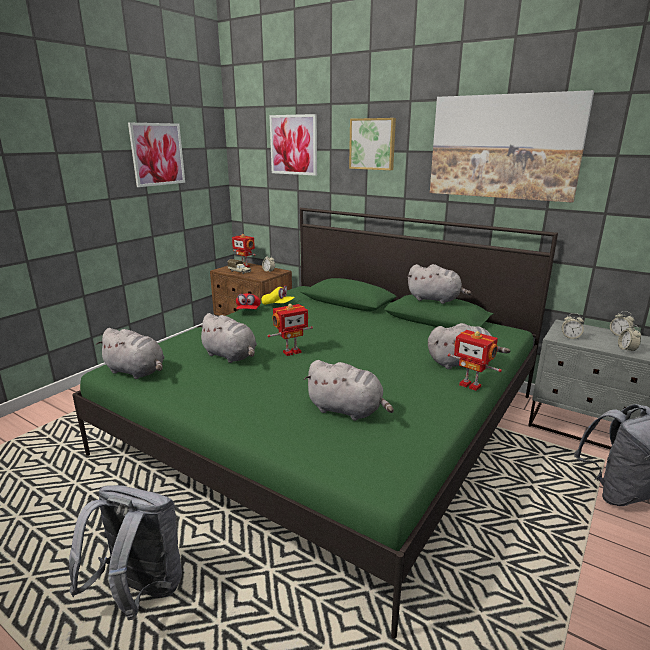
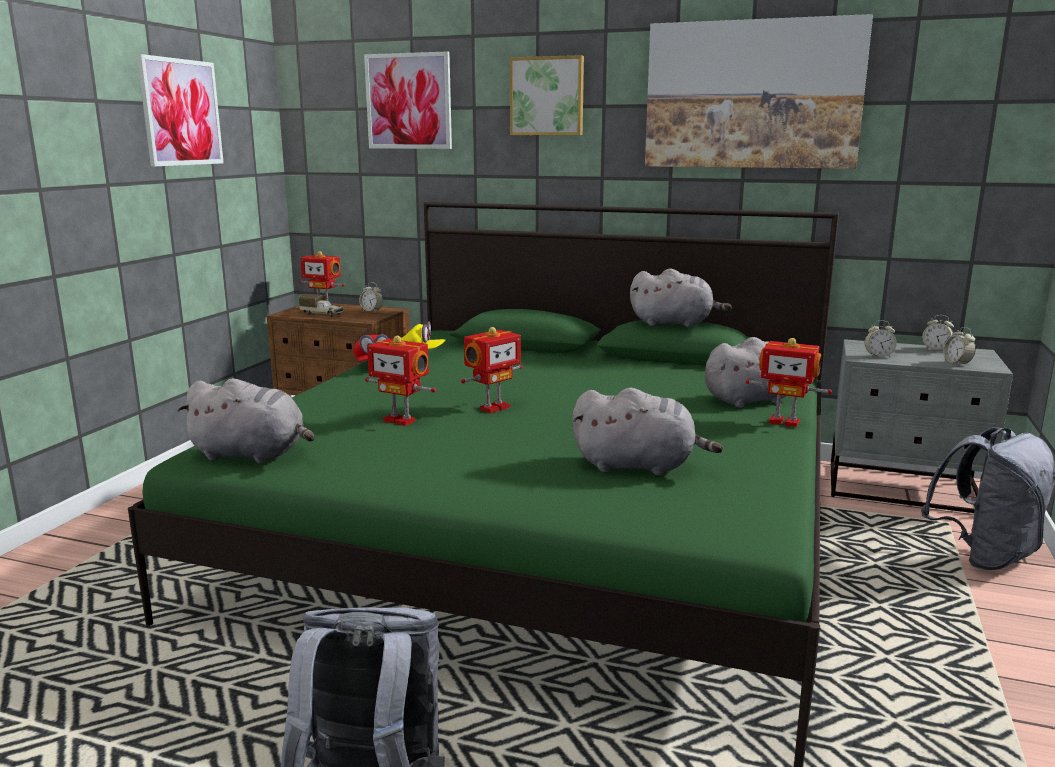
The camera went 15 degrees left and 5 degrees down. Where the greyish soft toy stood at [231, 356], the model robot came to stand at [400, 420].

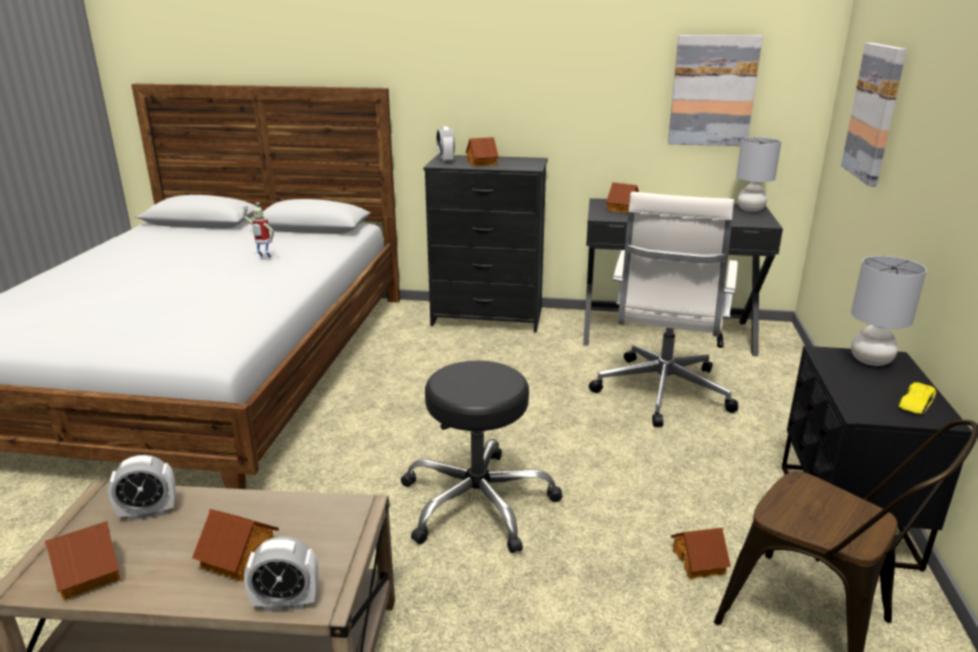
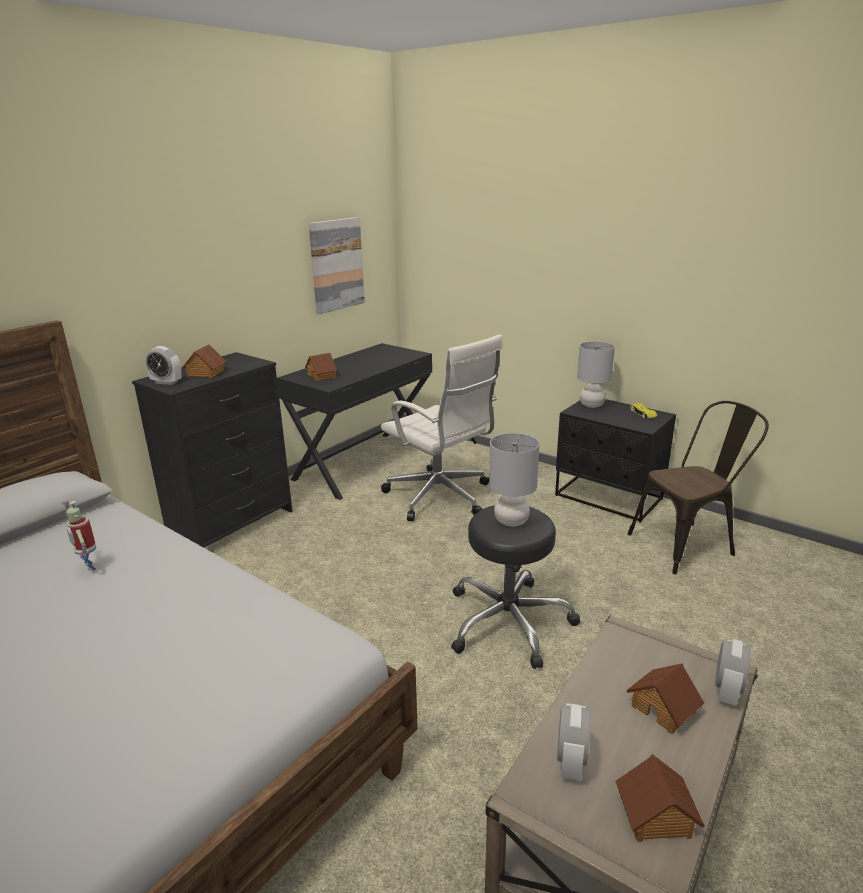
The camera went 60 degrees left and 0 degrees up. The second view lost the wall picture at [874, 113]. The greyish tabletop lamp ended up elsewhere, having gone from [750, 210] to [511, 521]. The model robot at [264, 259] ended up facing another way, 90 degrees clockwise from before. The second view lost the miniature house at [699, 561].

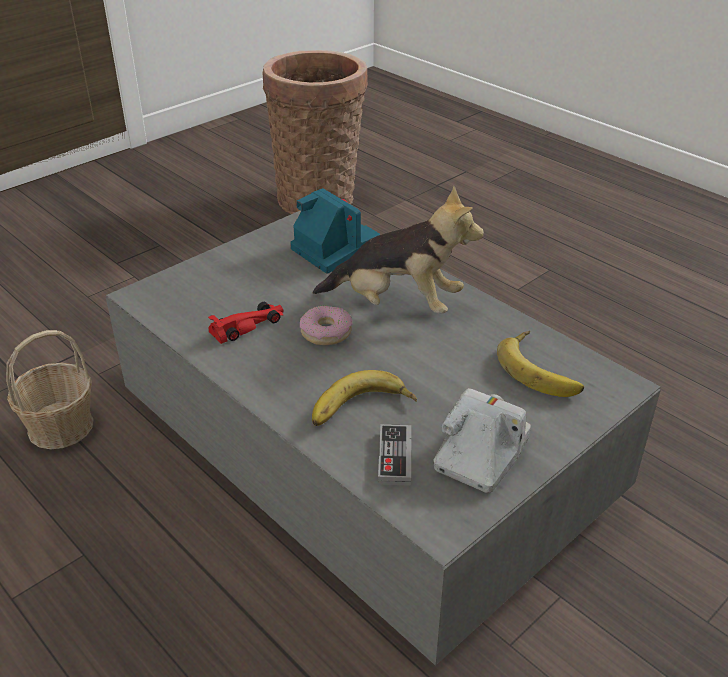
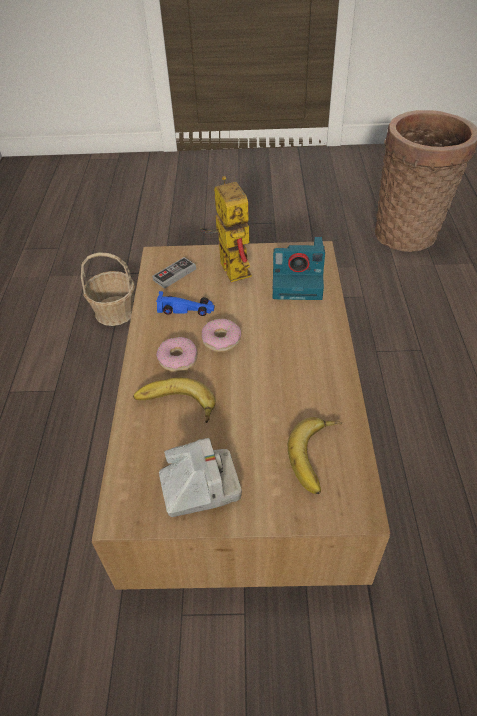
The camera went 45 degrees right and 10 degrees up. The second view lost the soft toy at [397, 304]. The still camera at [333, 249] ended up facing another way, 90 degrees clockwise from before. What was the greyish lounge table at [362, 448] turned into the brownish lounge table at [241, 427]. What was the red toy car at [248, 325] turned into the blue toy car at [186, 309]. The joypad ended up elsewhere, having gone from [394, 457] to [174, 274]. The second view gained the model robot at [229, 266]. The second view gained the ring doughnut at [178, 359].

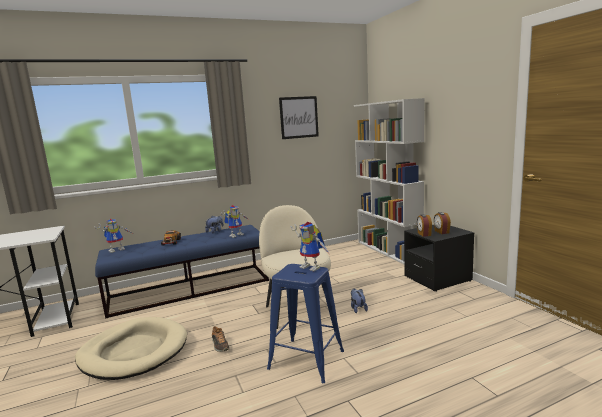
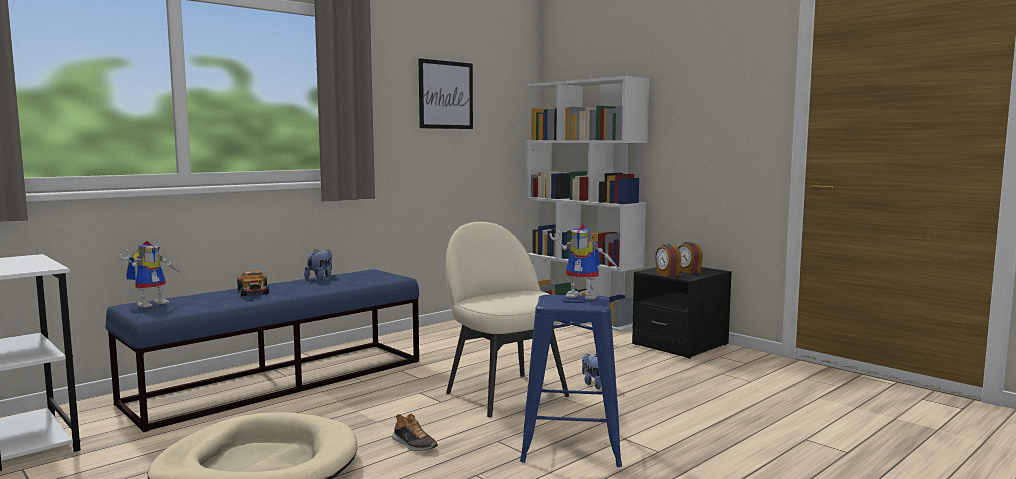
The camera went 20 degrees left and 5 degrees down. The second view lost the model robot at [236, 235].

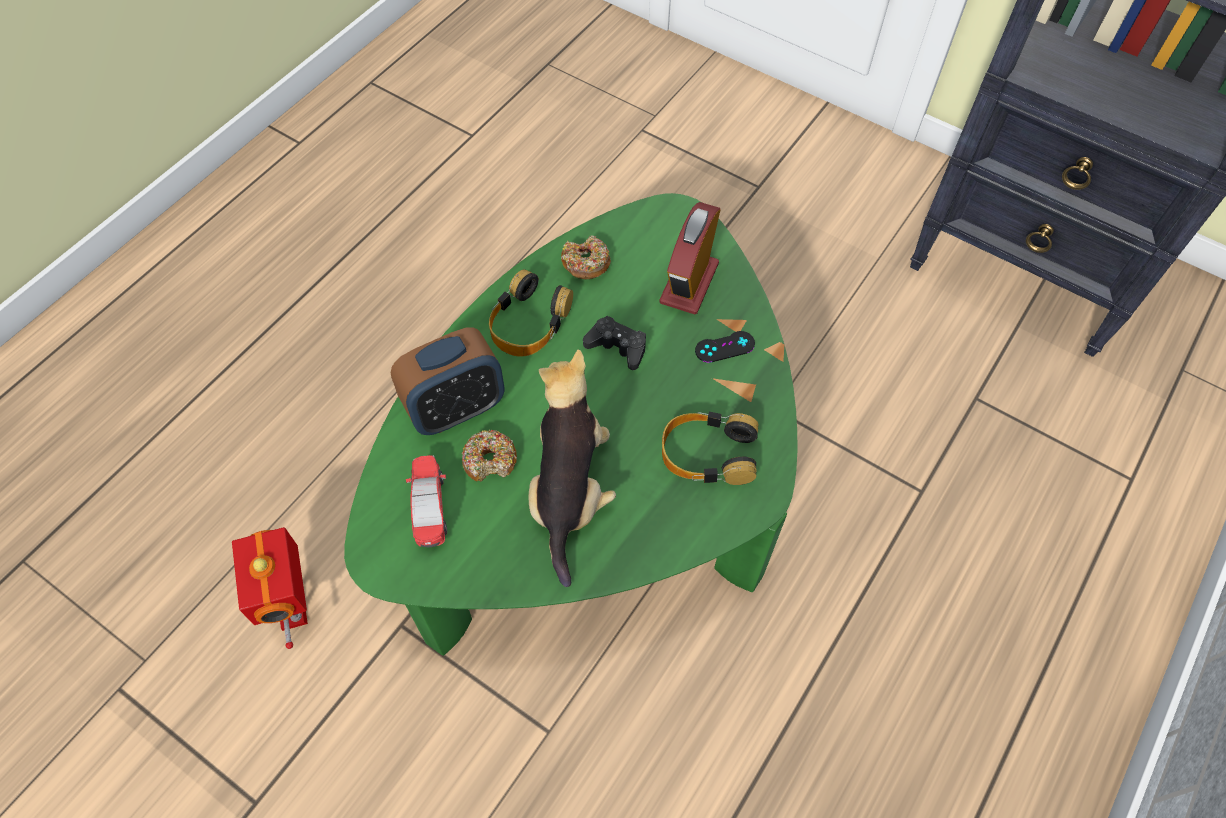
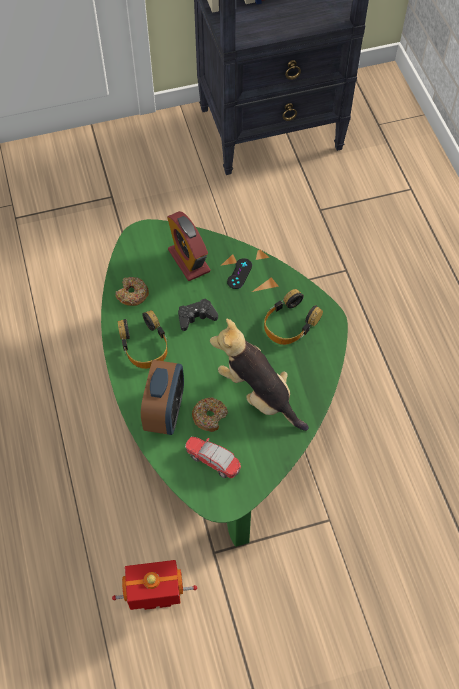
The camera went 50 degrees left and 0 degrees up. The model robot at [295, 608] ended up facing another way, 150 degrees clockwise from before.

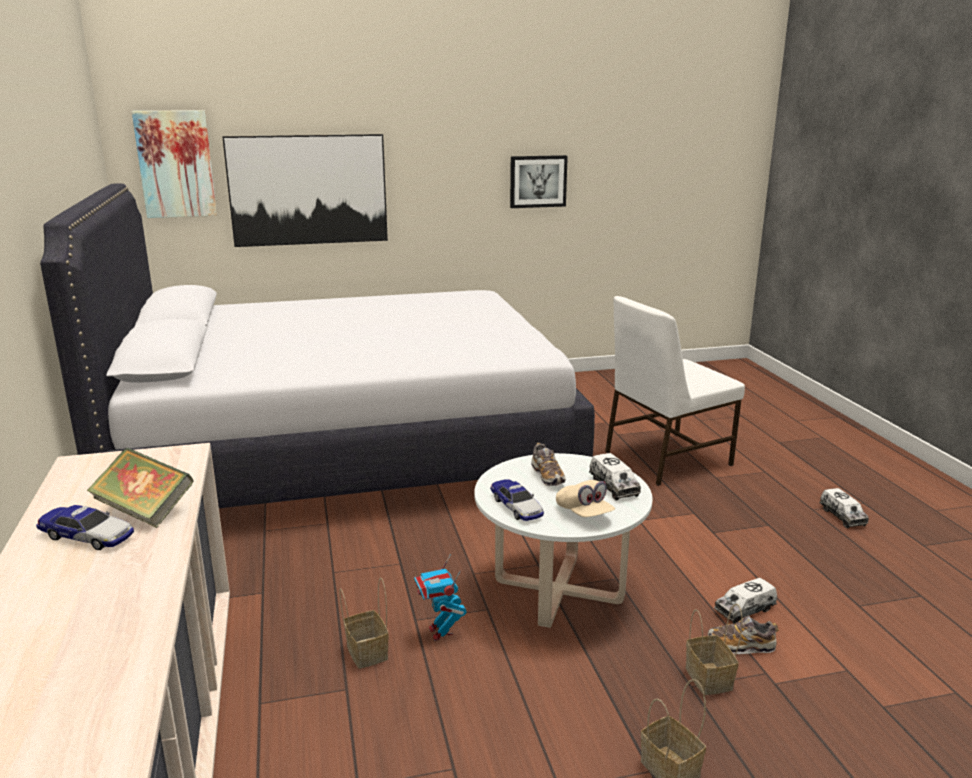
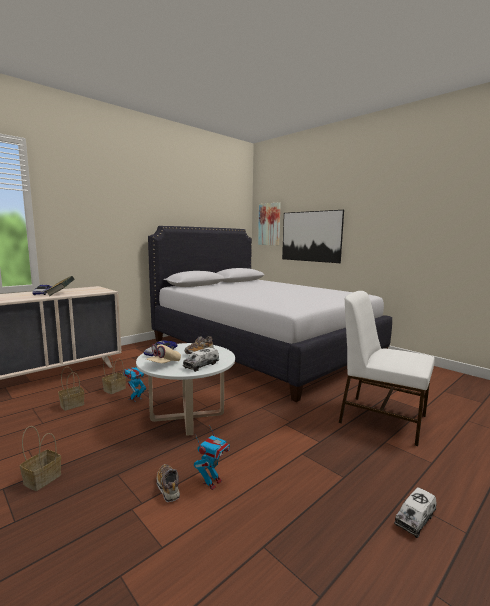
The camera went 60 degrees right and 10 degrees down. The second view lost the wall picture at [538, 181]. Where the toy truck stood at [745, 610], the model robot came to stand at [212, 482]. The basket ended up elsewhere, having gone from [710, 679] to [71, 405].

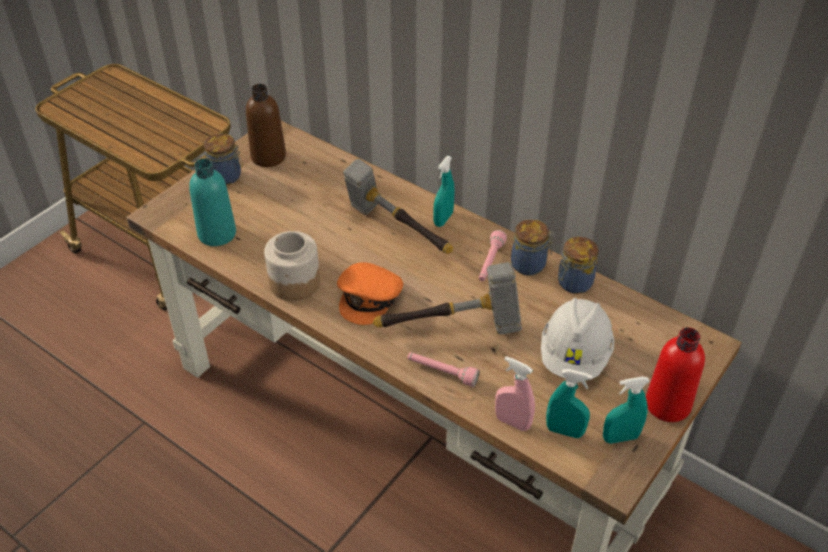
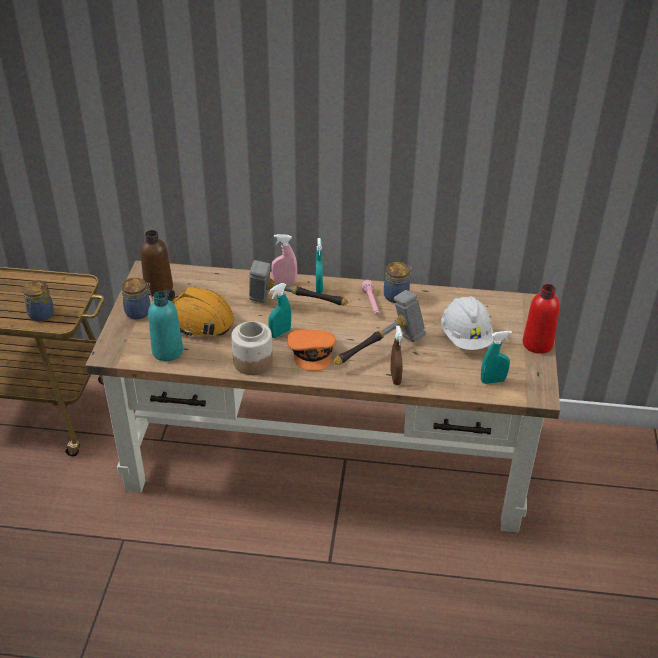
The camera went 30 degrees left and 5 degrees down. The jar ended up elsewhere, having gone from [573, 283] to [40, 315]. Where the pinkish torch stood at [442, 372], the brownish sprayer came to stand at [395, 378]. The pinkish sprayer ended up elsewhere, having gone from [512, 422] to [284, 282]. The blue-green sprayer ended up elsewhere, having gone from [620, 437] to [280, 333]. The second view gained the orange hard hat at [199, 320].

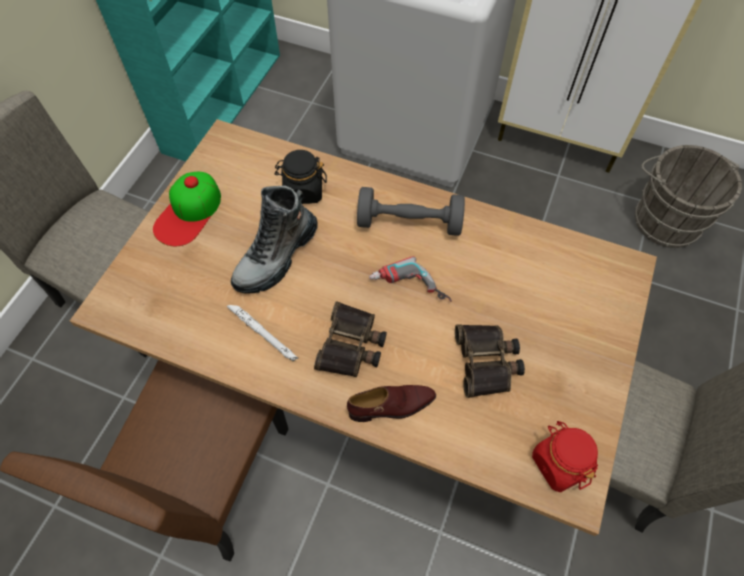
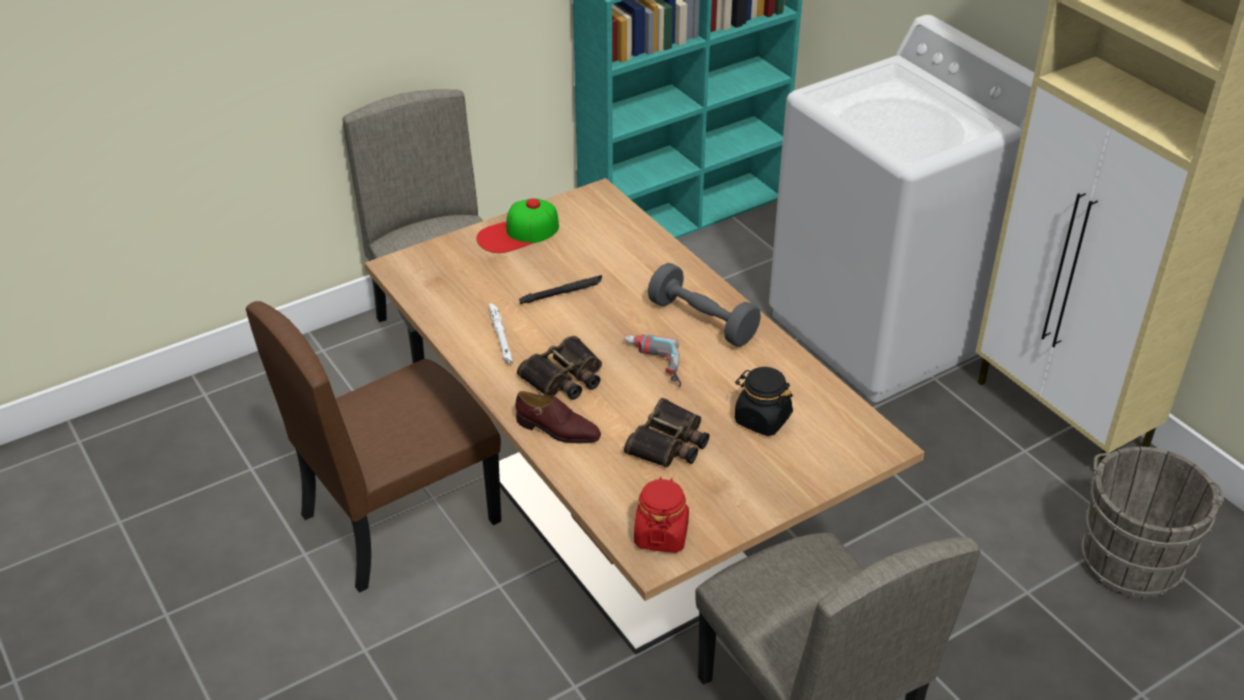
The camera went 35 degrees right and 20 degrees down. The black-coloured jar ended up elsewhere, having gone from [303, 191] to [761, 419]. Where the high-top boot stood at [276, 257], the black-coloured torch came to stand at [561, 293].

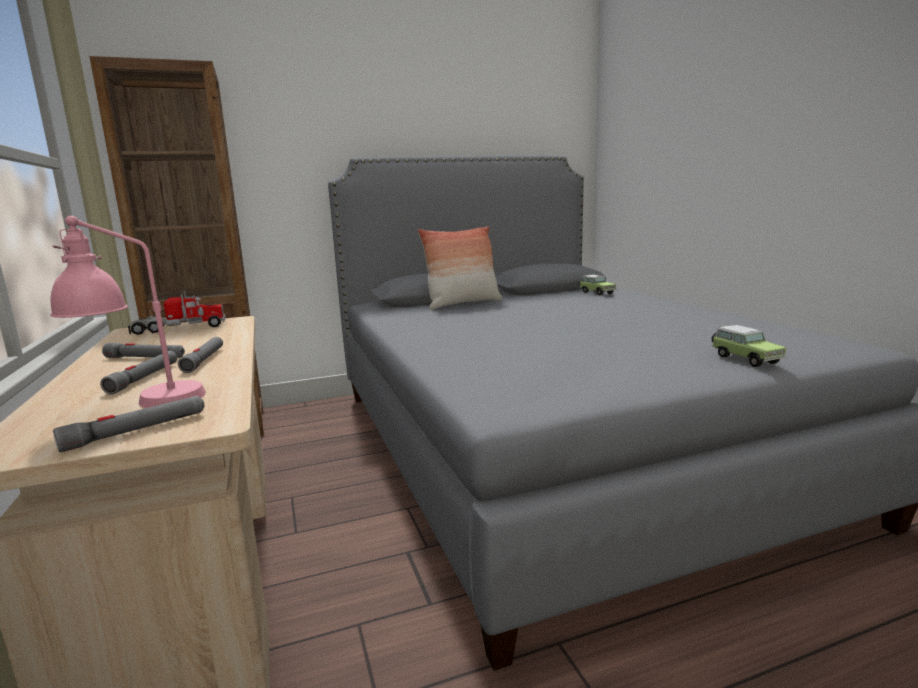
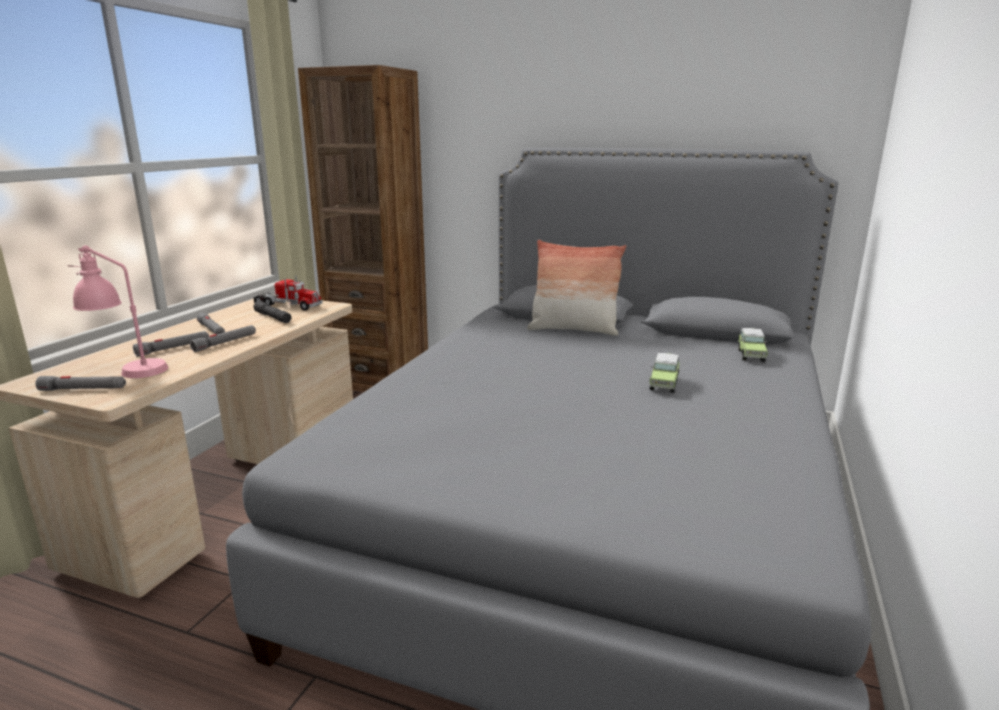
The camera went 40 degrees right and 5 degrees up. The toy car ended up elsewhere, having gone from [744, 359] to [664, 384]. The second view gained the greyish torch at [273, 317].

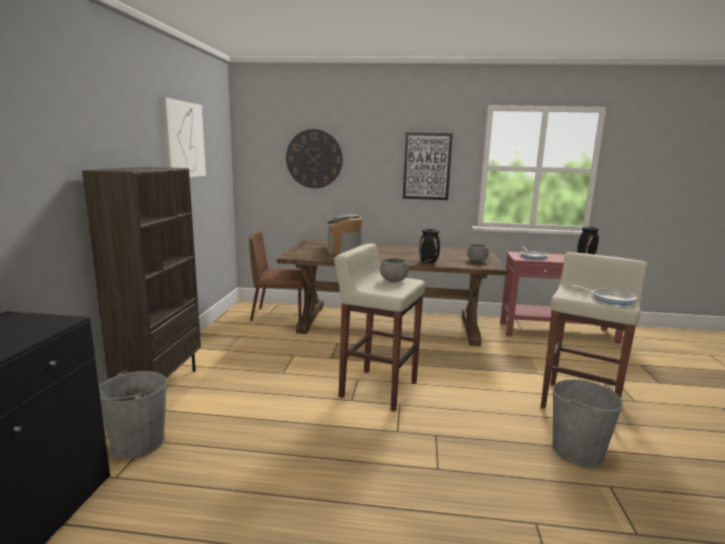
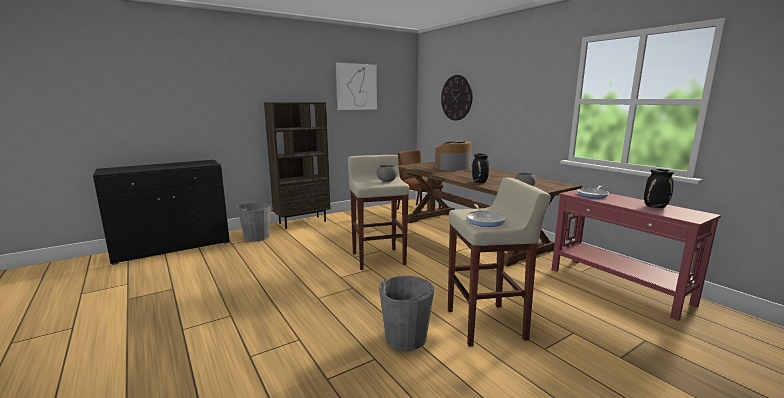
The camera went 50 degrees right and 0 degrees up. The second view lost the wall picture at [427, 166].

